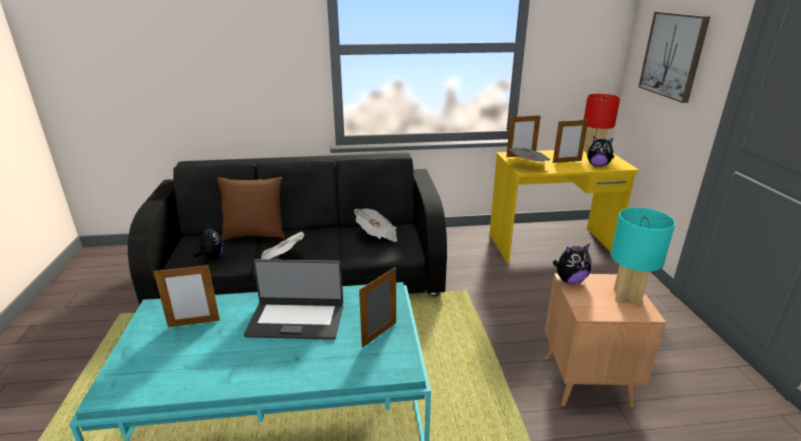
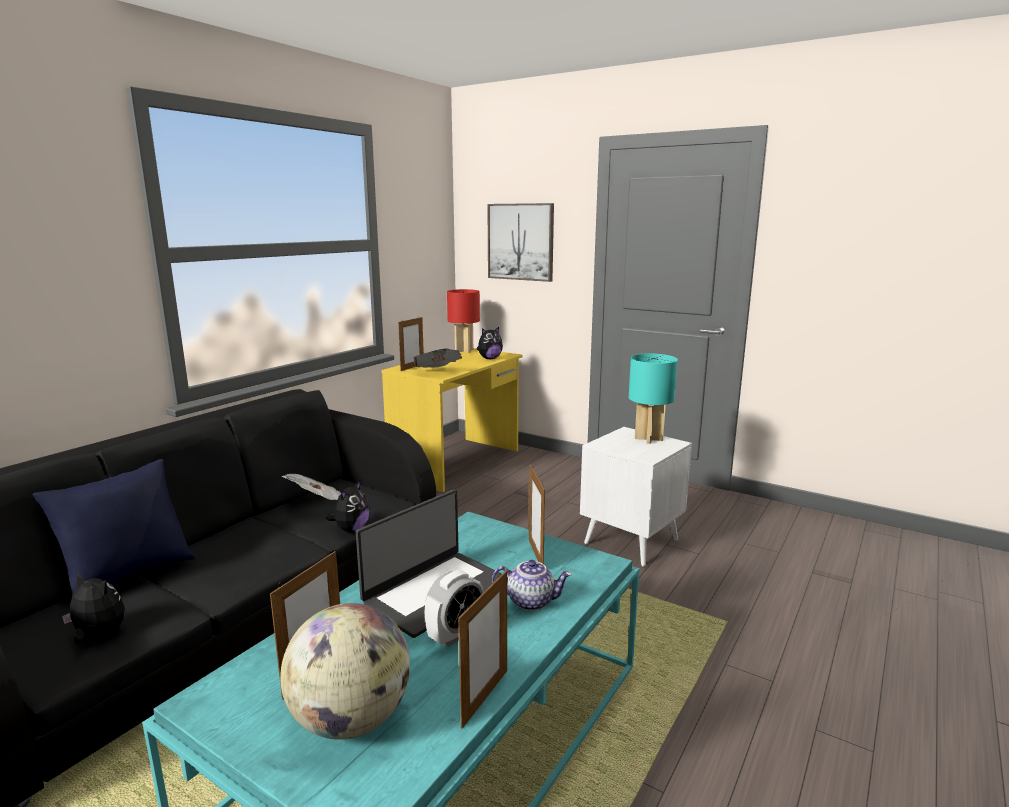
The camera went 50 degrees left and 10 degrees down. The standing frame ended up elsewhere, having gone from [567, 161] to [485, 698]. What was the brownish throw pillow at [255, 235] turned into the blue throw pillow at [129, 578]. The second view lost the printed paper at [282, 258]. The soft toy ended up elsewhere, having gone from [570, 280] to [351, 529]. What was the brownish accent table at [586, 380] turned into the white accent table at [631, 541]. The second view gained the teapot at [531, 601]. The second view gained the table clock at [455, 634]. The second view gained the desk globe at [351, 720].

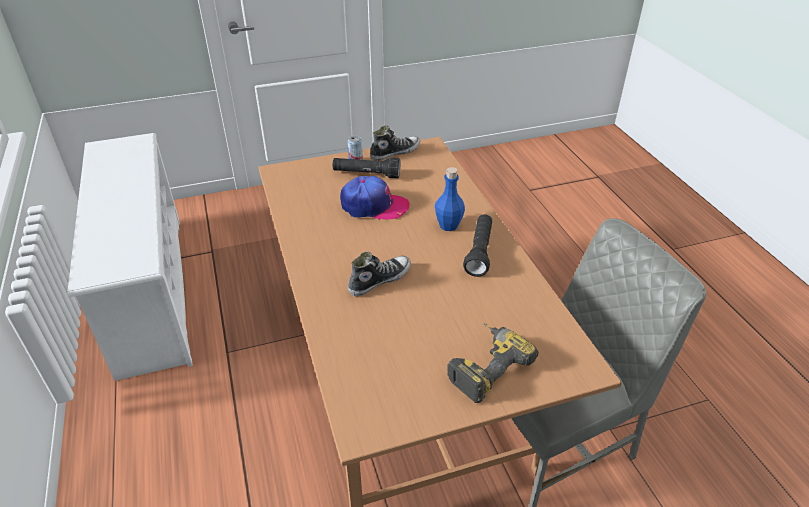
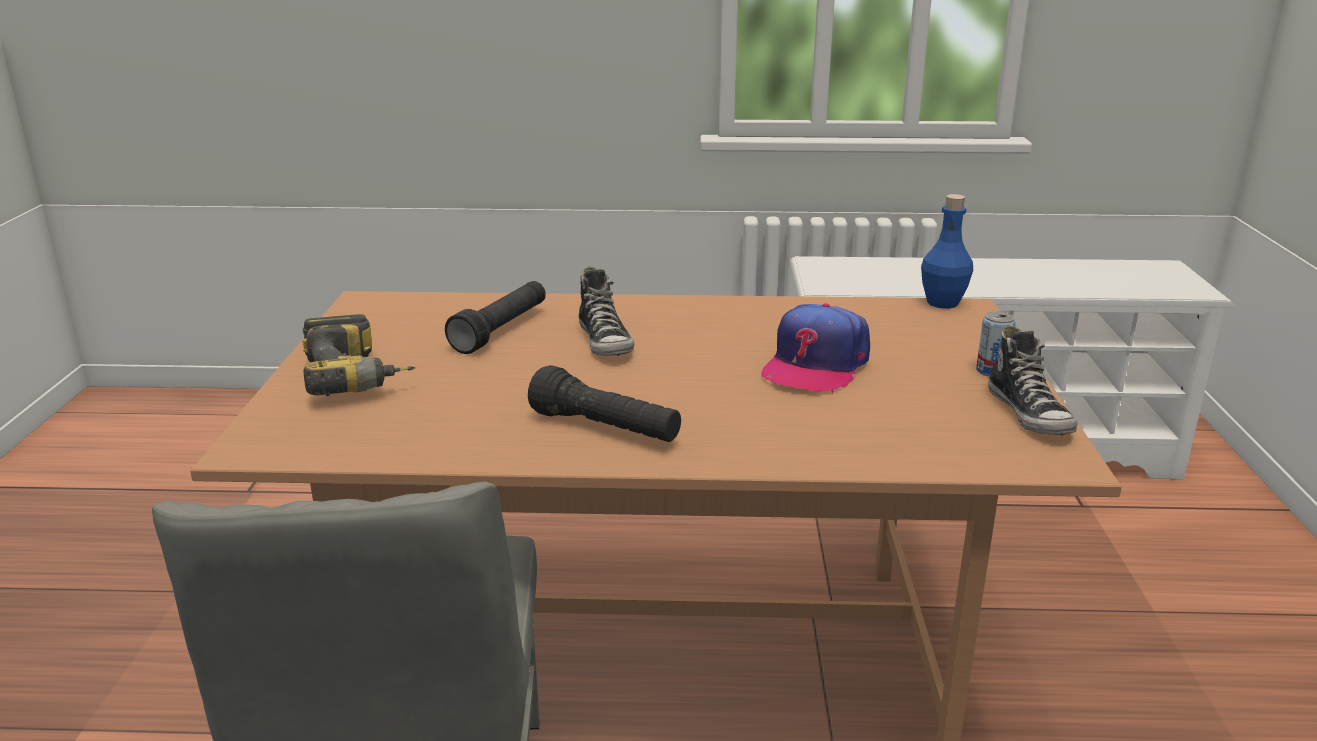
The camera went 110 degrees right and 15 degrees down. The black-coloured torch ended up elsewhere, having gone from [366, 174] to [501, 330]. The blue bottle ended up elsewhere, having gone from [448, 225] to [942, 303].

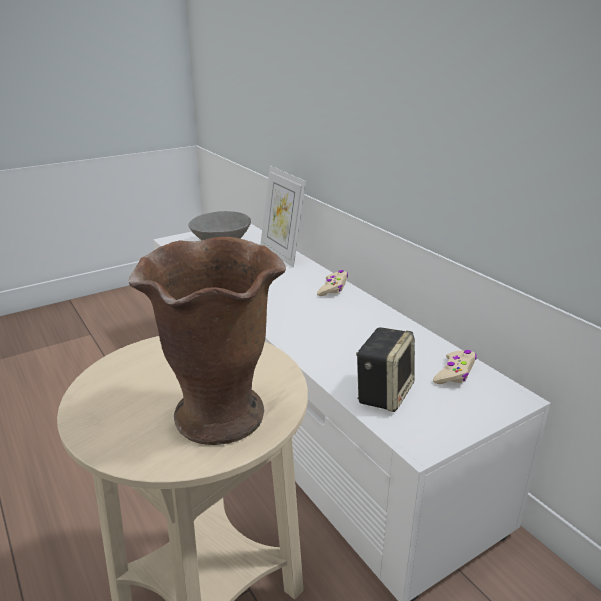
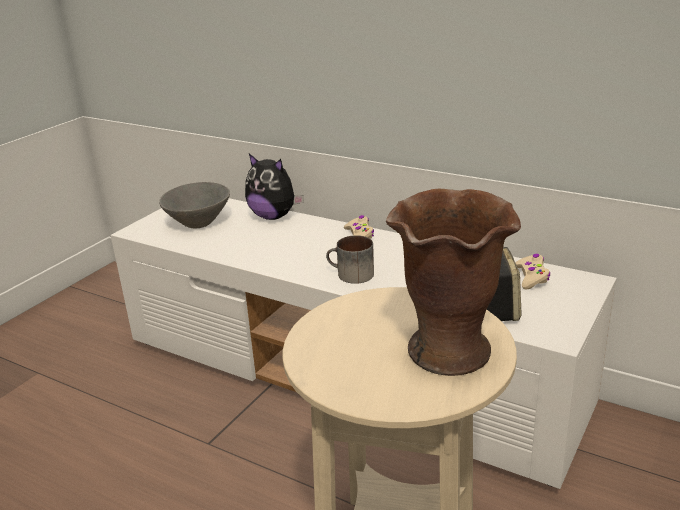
The camera went 25 degrees left and 0 degrees up. Where the standing frame stood at [282, 254], the soft toy came to stand at [274, 216]. The second view gained the mug at [350, 275].

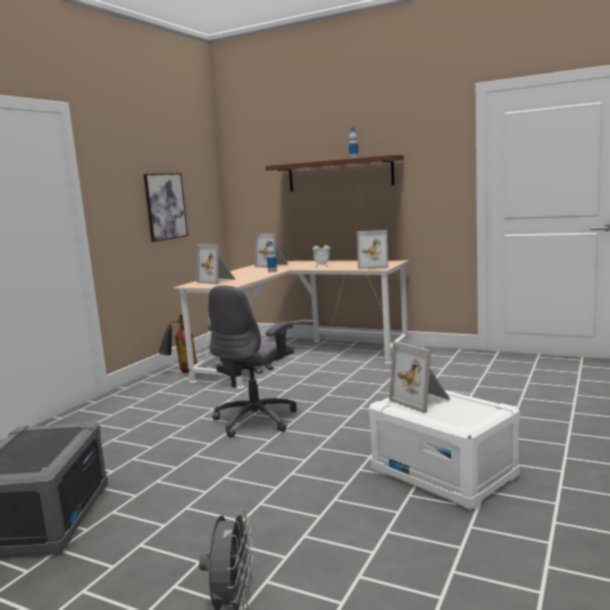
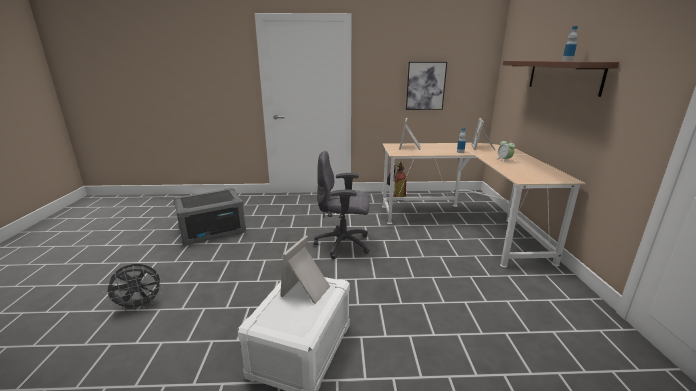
The camera went 60 degrees right and 10 degrees up. The second view lost the standing frame at [374, 266].

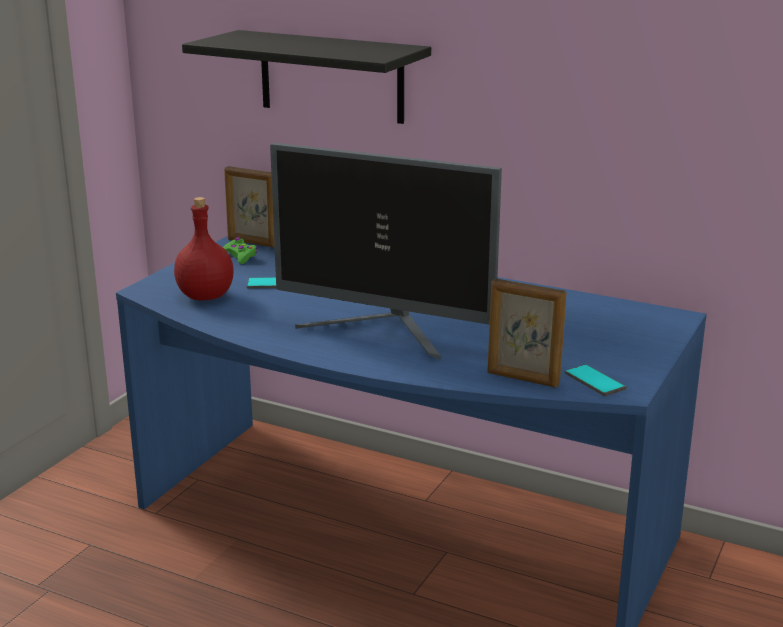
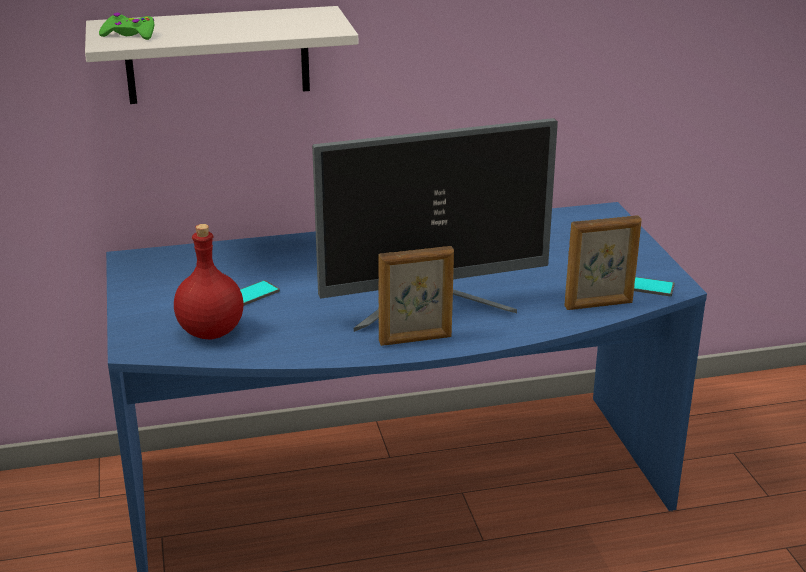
The camera went 40 degrees left and 5 degrees up. What was the black-coloured shelf at [331, 76] turned into the white shelf at [217, 55]. The standing frame ended up elsewhere, having gone from [252, 243] to [416, 340]. The green-coloured joypad ended up elsewhere, having gone from [239, 256] to [129, 35].

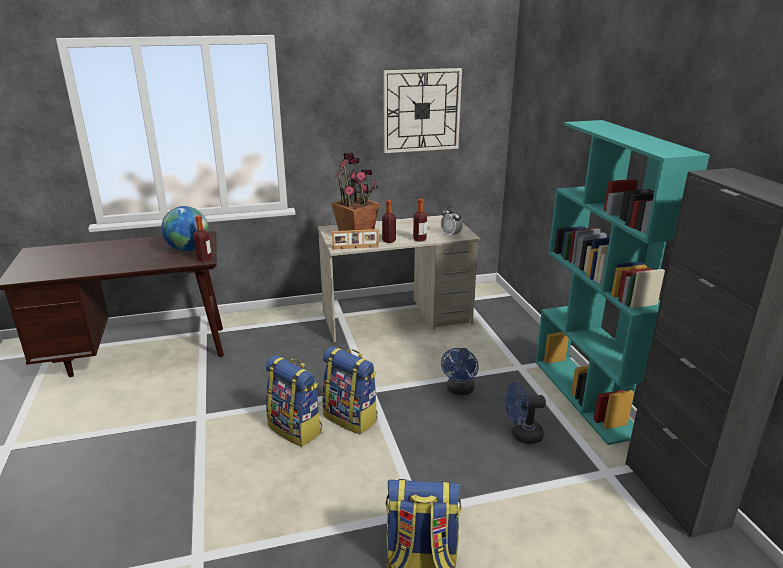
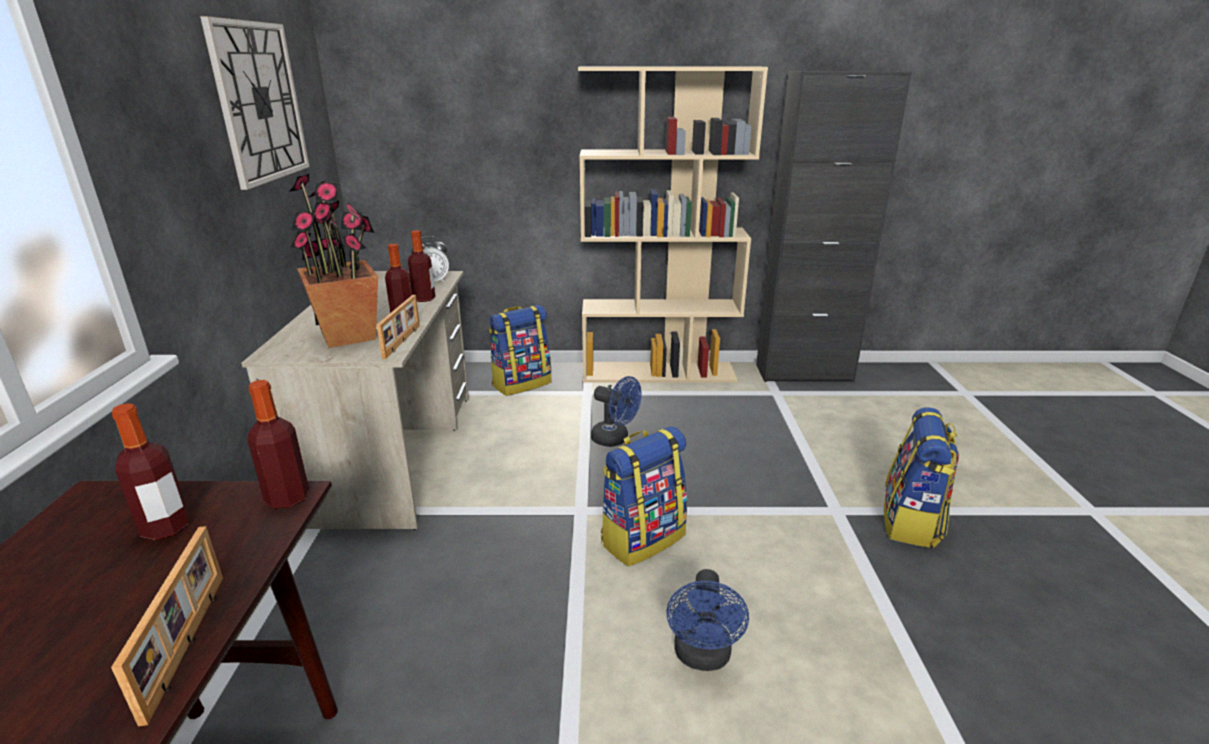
The camera went 75 degrees left and 0 degrees up. What was the blue-green bookcase at [586, 397] turned into the sand-coloured bookcase at [659, 372]. Where the desk globe stood at [188, 249], the bottle came to stand at [166, 528]. The backpack ended up elsewhere, having gone from [296, 429] to [521, 383]. The blue electric fan ended up elsewhere, having gone from [522, 435] to [702, 657]. The second view gained the standing frame at [189, 642].

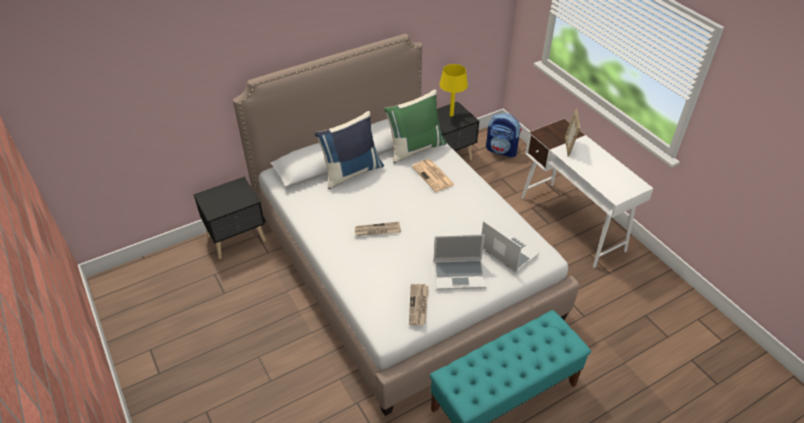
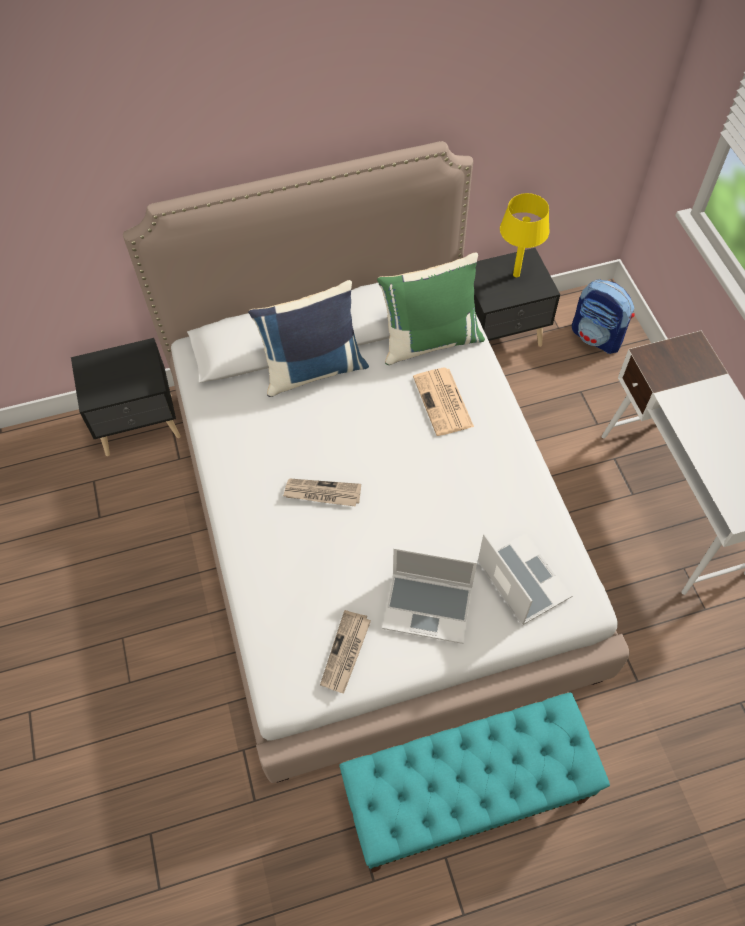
The camera went 15 degrees right and 15 degrees up. The second view lost the standing frame at [569, 146].

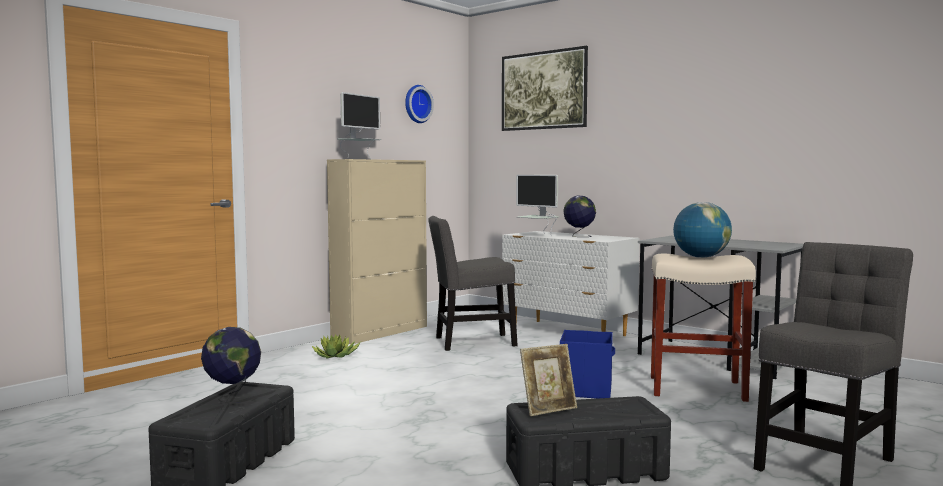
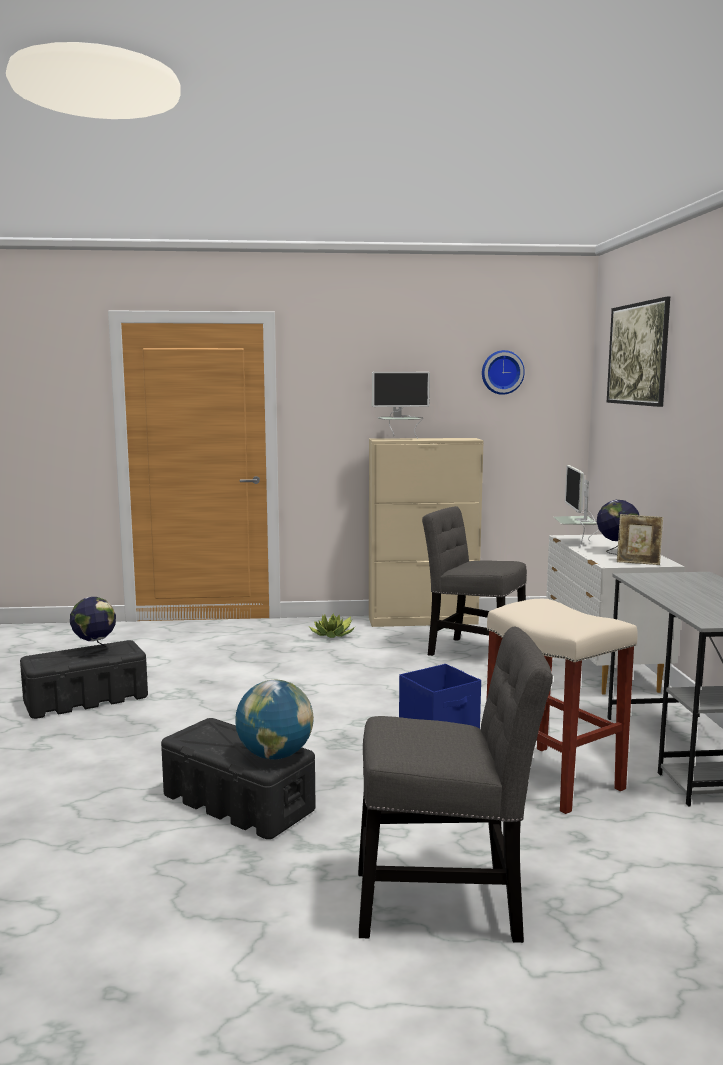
The camera went 45 degrees right and 5 degrees up. The desk globe ended up elsewhere, having gone from [701, 257] to [275, 755]. The standing frame ended up elsewhere, having gone from [548, 409] to [638, 562].

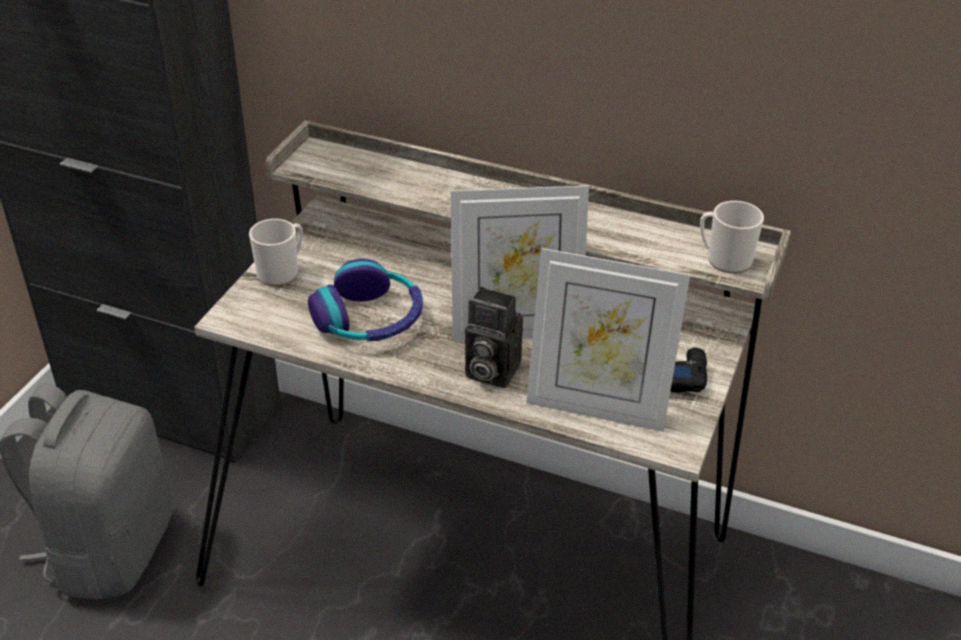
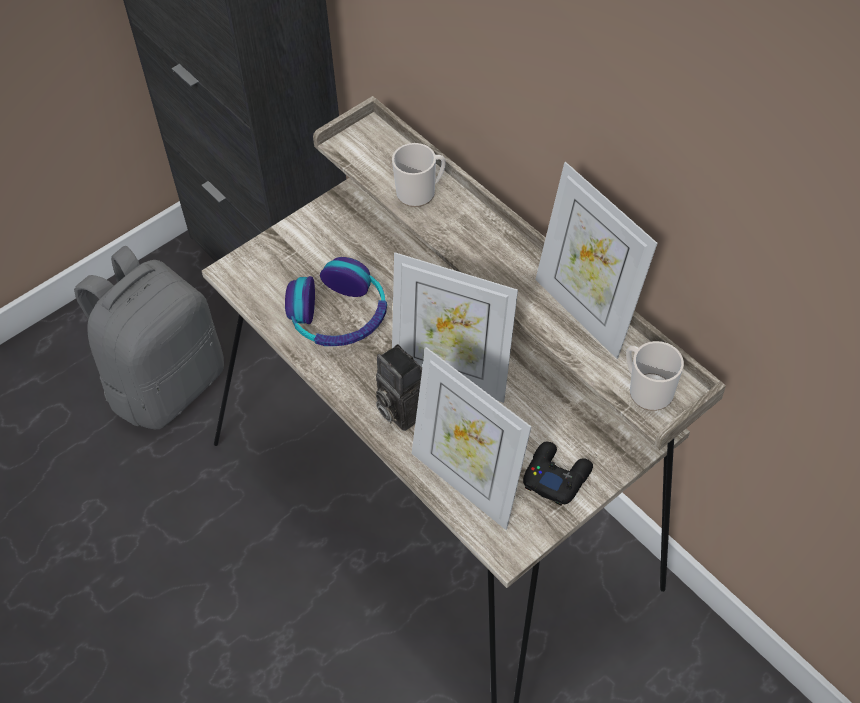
The camera went 30 degrees right and 15 degrees up. The mug ended up elsewhere, having gone from [281, 272] to [420, 192]. The second view gained the standing frame at [585, 311].

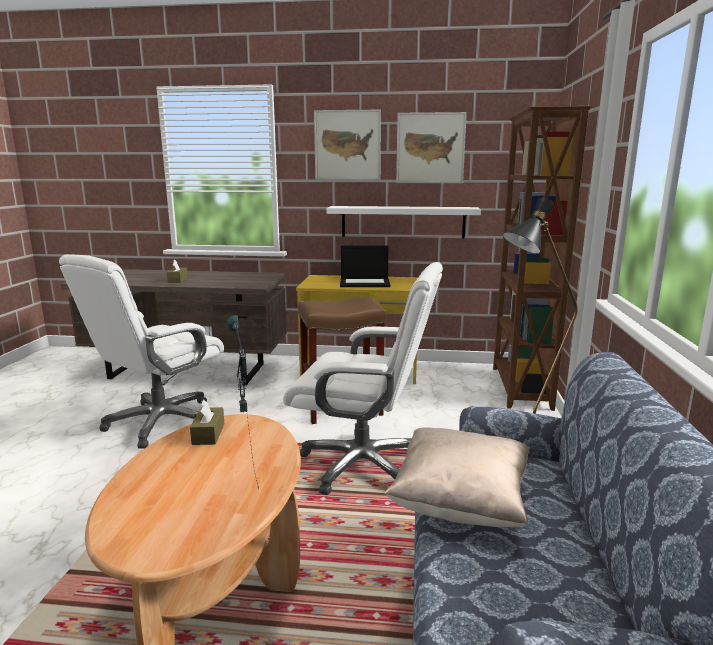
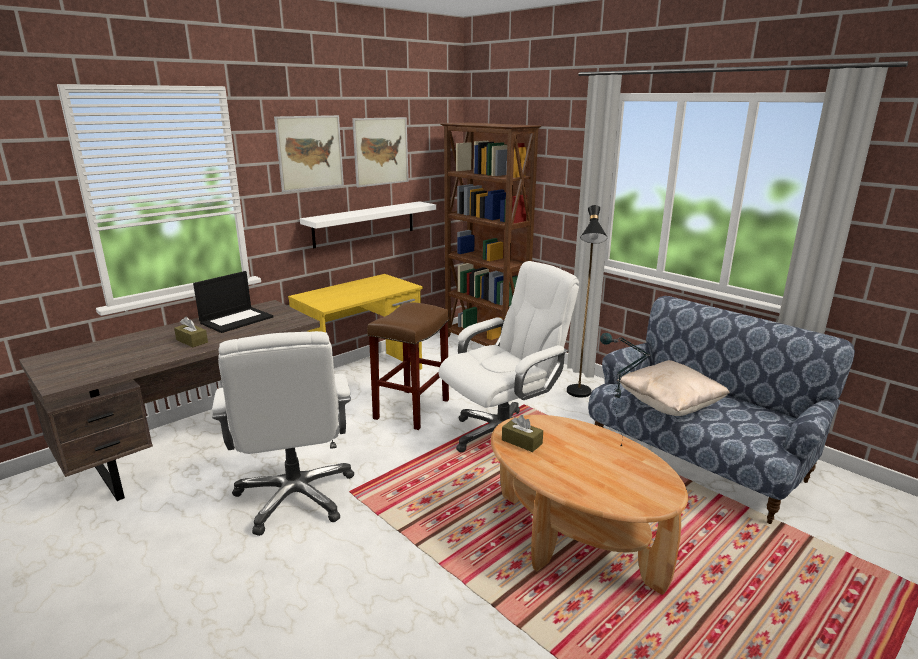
The camera went 50 degrees left and 5 degrees up. The laptop ended up elsewhere, having gone from [365, 283] to [237, 320].

